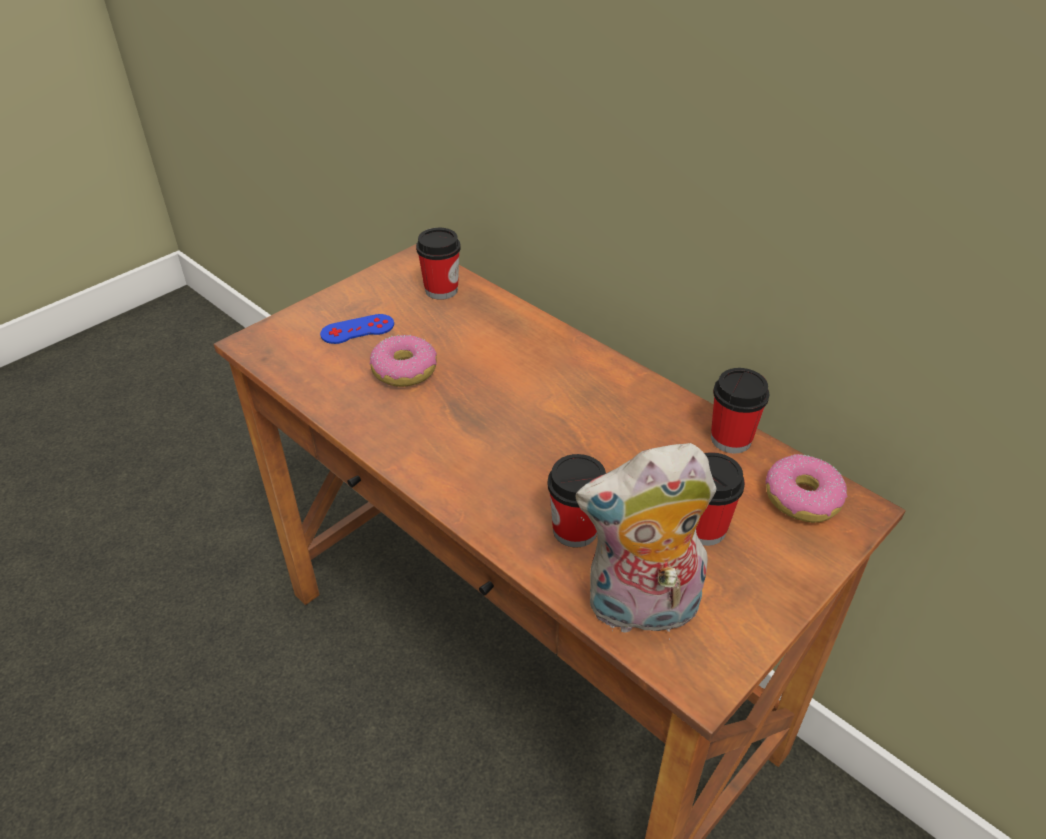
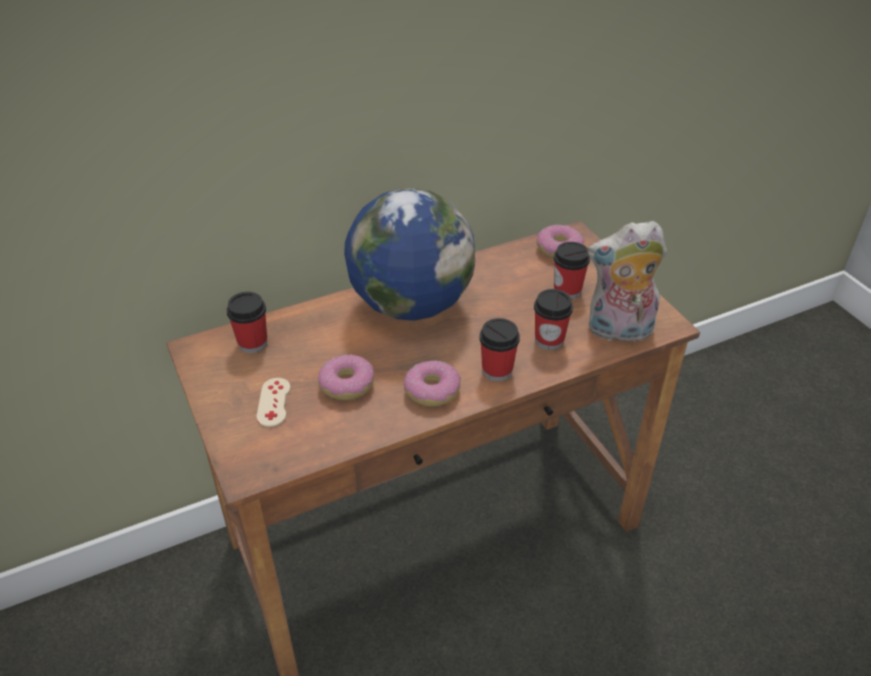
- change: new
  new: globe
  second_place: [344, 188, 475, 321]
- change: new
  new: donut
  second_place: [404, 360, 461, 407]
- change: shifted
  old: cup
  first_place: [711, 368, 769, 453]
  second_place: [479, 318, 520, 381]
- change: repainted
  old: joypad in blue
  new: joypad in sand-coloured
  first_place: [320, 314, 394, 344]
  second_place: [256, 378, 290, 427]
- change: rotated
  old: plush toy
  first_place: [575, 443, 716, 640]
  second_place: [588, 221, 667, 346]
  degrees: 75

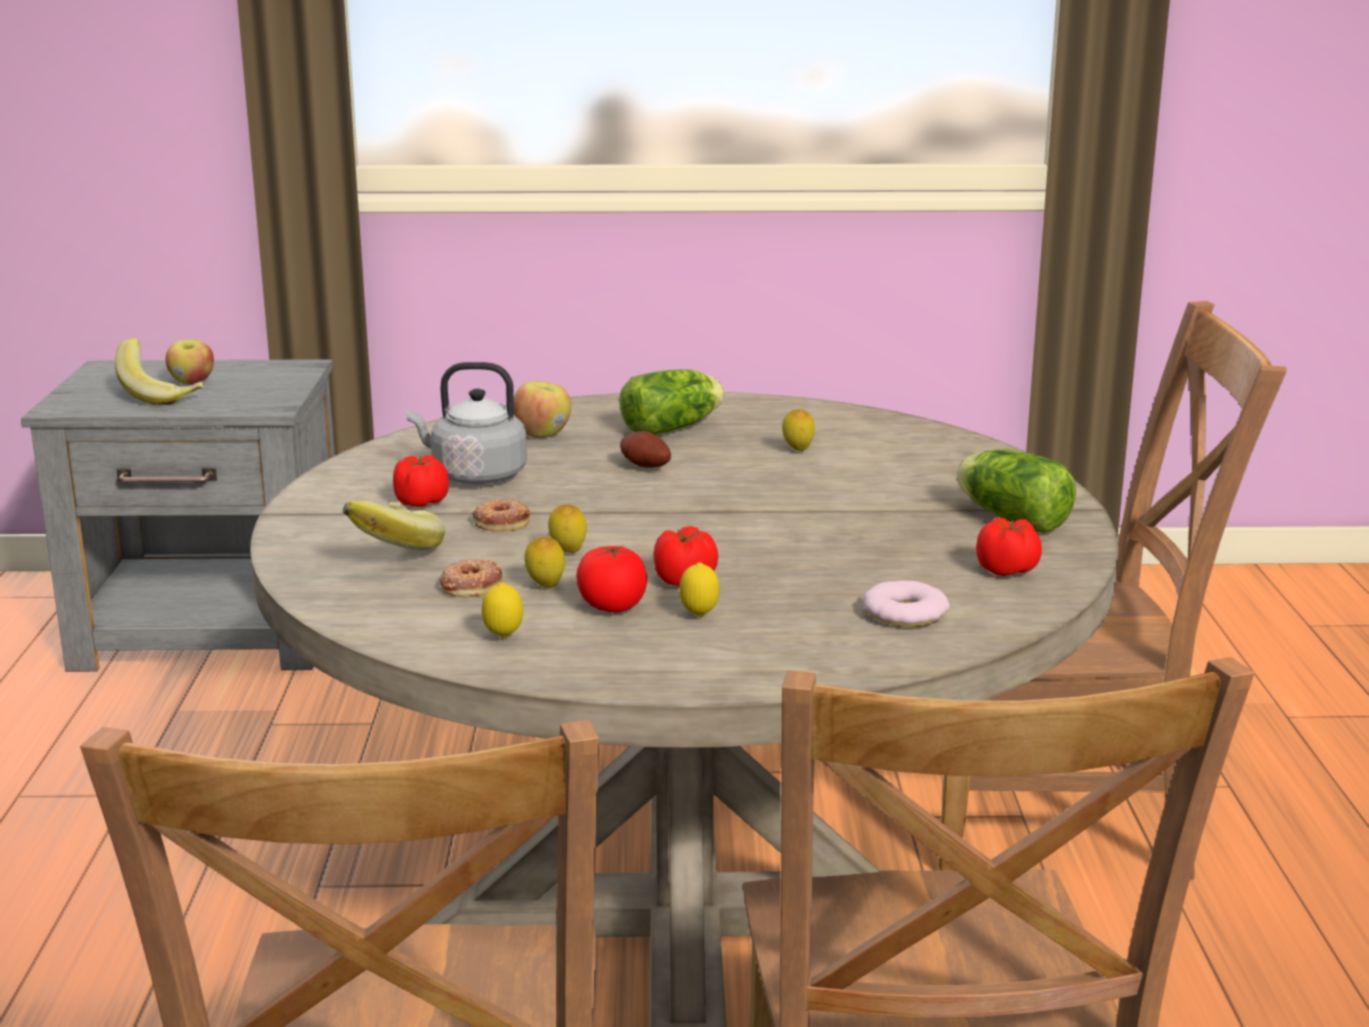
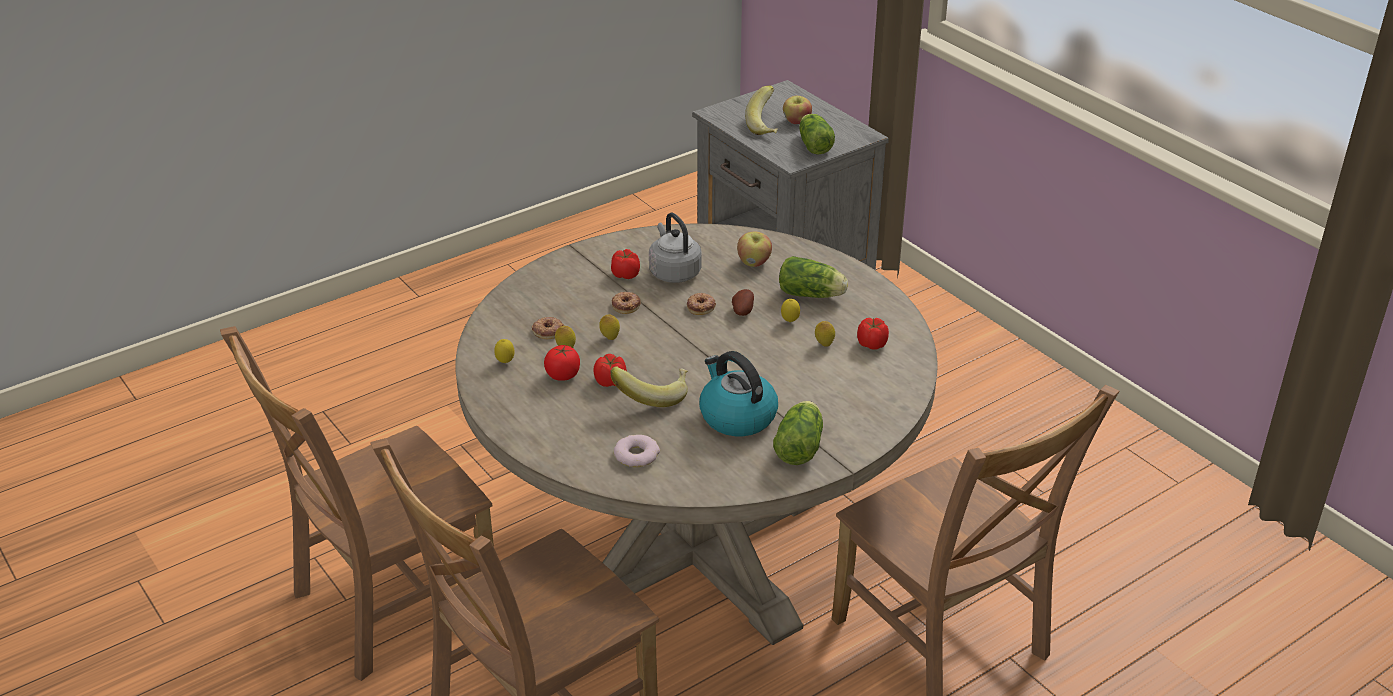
- change: new
  new: donut
  second_place: [687, 293, 716, 315]
- change: new
  new: kettle
  second_place: [699, 351, 778, 436]
- change: new
  new: lettuce head
  second_place: [799, 114, 835, 154]
- change: shifted
  old: banana
  first_place: [342, 501, 445, 550]
  second_place: [611, 366, 688, 407]
- change: shifted
  old: whole lemon
  first_place: [679, 562, 720, 617]
  second_place: [781, 299, 800, 322]
- change: shifted
  old: whole tomato
  first_place: [976, 518, 1042, 576]
  second_place: [857, 318, 889, 350]

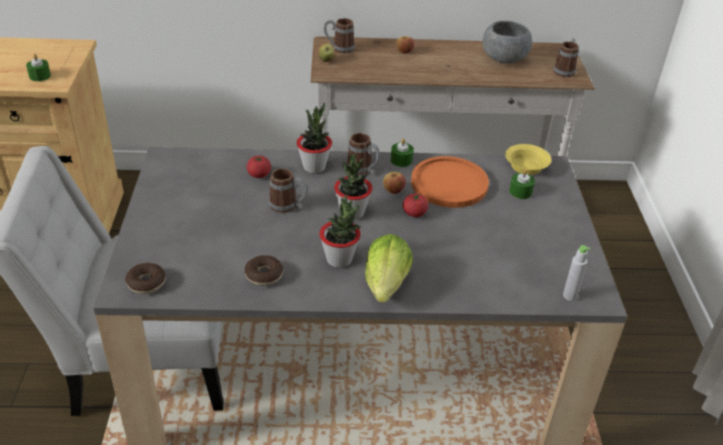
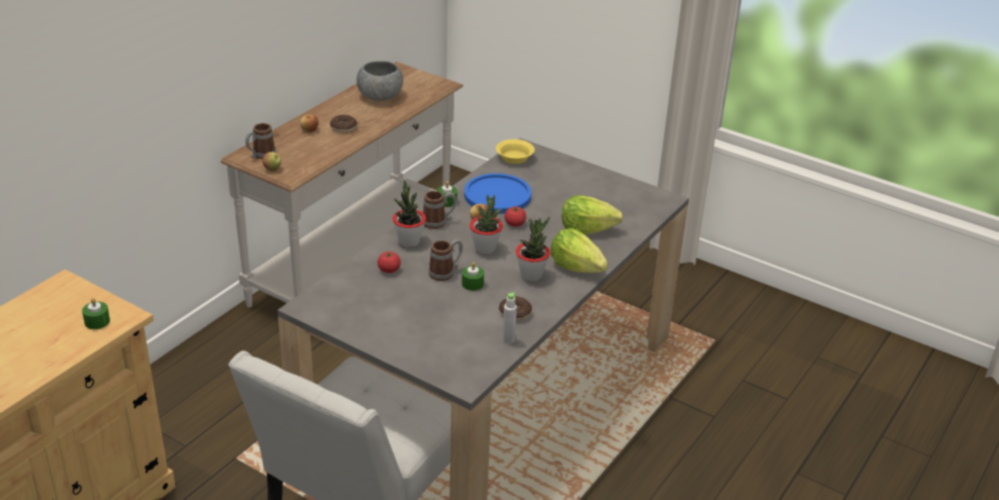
- change: gone
  old: mug
  first_place: [554, 38, 579, 77]
- change: new
  new: lettuce head
  second_place: [562, 195, 623, 234]
- change: shifted
  old: donut
  first_place: [125, 263, 166, 294]
  second_place: [330, 115, 357, 133]
- change: shifted
  old: candle in green
  first_place: [509, 169, 535, 199]
  second_place: [462, 262, 484, 291]
- change: shifted
  old: beverage bottle in grey
  first_place: [563, 245, 590, 301]
  second_place: [503, 292, 517, 344]
- change: repainted
  old: plate in orange
  new: plate in blue
  first_place: [411, 156, 489, 208]
  second_place: [464, 173, 531, 214]

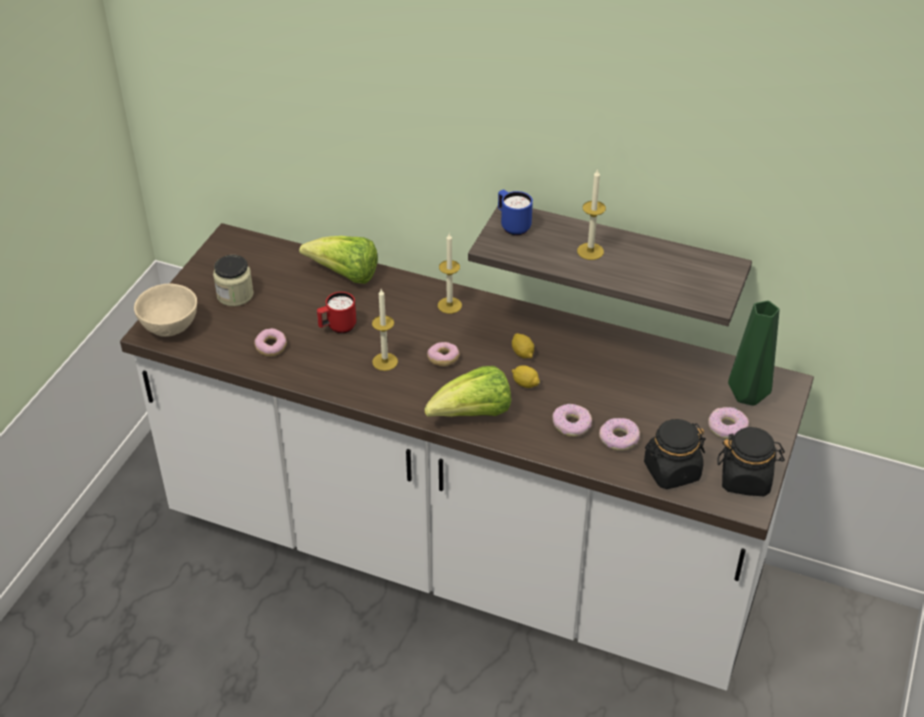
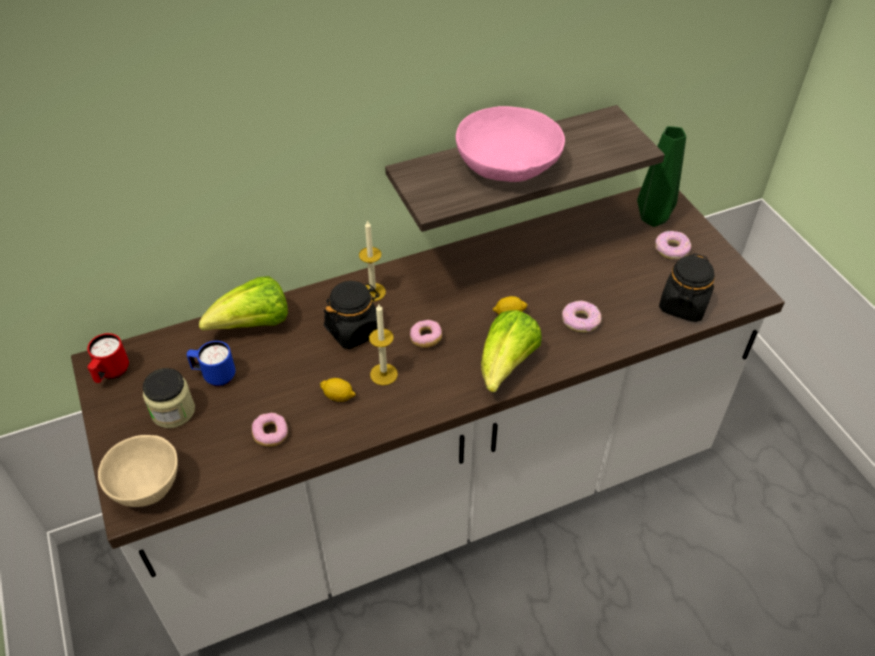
- change: gone
  old: donut
  first_place: [599, 418, 640, 451]
- change: shifted
  old: mug in red
  first_place: [317, 292, 356, 333]
  second_place: [87, 333, 129, 383]
- change: shifted
  old: mug in blue
  first_place: [498, 190, 533, 235]
  second_place: [187, 341, 235, 386]
- change: shifted
  old: whole lemon
  first_place: [512, 333, 534, 359]
  second_place: [320, 378, 356, 402]
- change: shifted
  old: storage jar in black-coloured
  first_place: [717, 427, 785, 496]
  second_place: [324, 281, 380, 349]
- change: swapped
  old: candle
  new: deep dish in pink-coloured
  first_place: [577, 169, 606, 260]
  second_place: [456, 106, 565, 182]

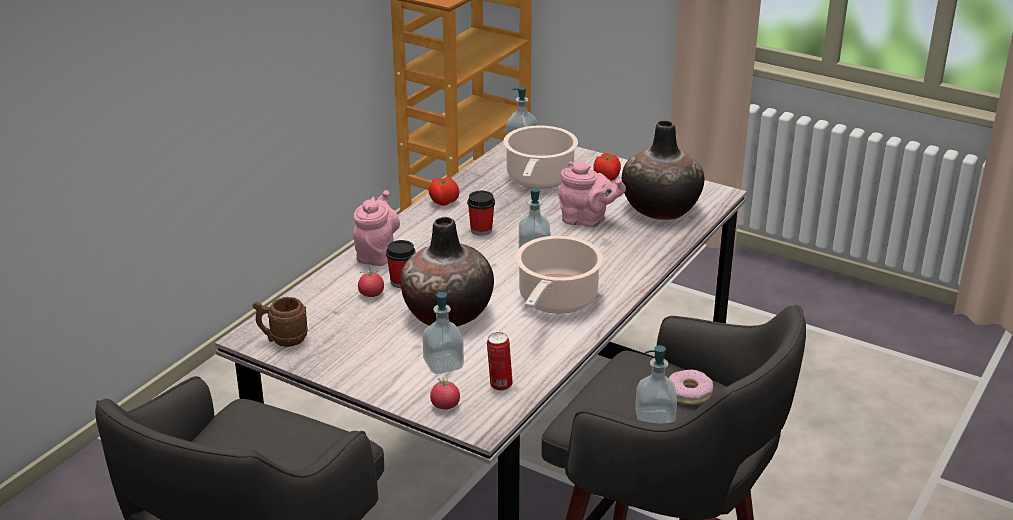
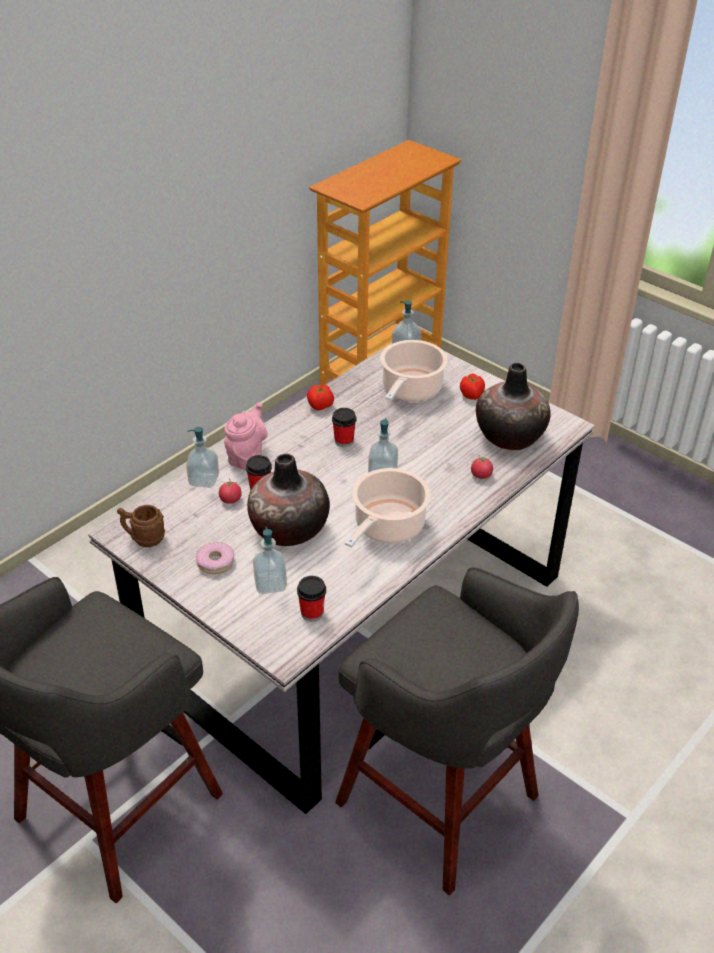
- change: gone
  old: teapot in pink-coloured
  first_place: [558, 162, 626, 227]
- change: shifted
  old: whole tomato
  first_place: [430, 377, 460, 410]
  second_place: [471, 455, 493, 479]
- change: shifted
  old: liquid soap bottle
  first_place: [635, 345, 677, 424]
  second_place: [186, 427, 219, 488]
- change: shifted
  old: donut
  first_place: [669, 369, 713, 405]
  second_place: [196, 542, 234, 574]
- change: swapped
  old: can
  new: cup
  first_place: [487, 332, 513, 391]
  second_place: [297, 576, 326, 622]

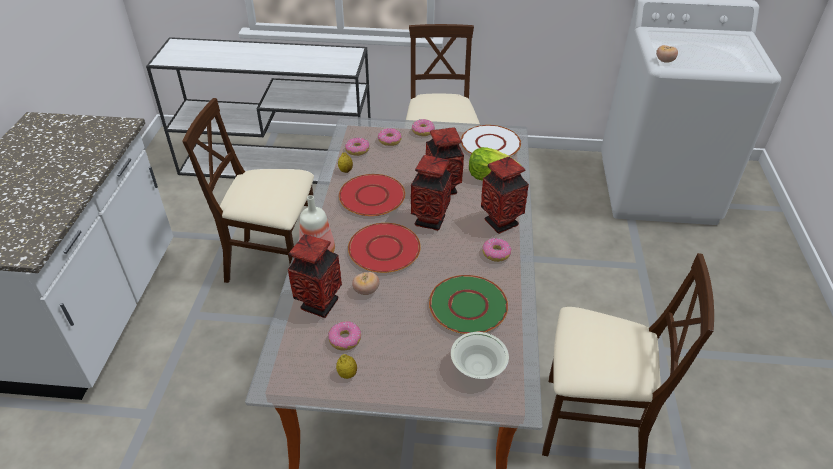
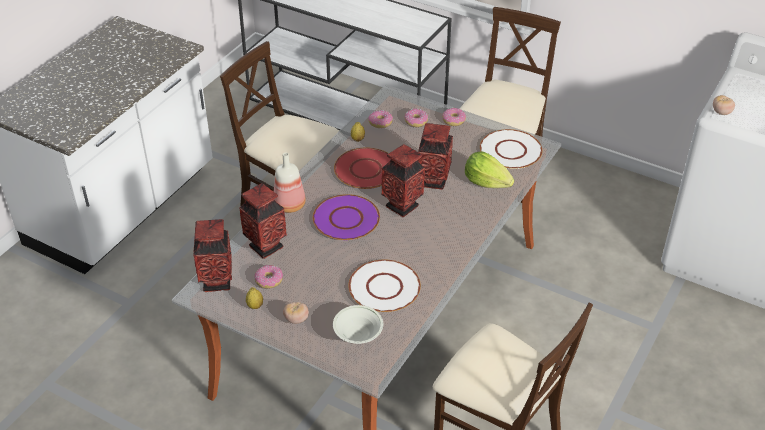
- change: gone
  old: donut
  first_place: [483, 238, 511, 262]
- change: shifted
  old: whole tomato
  first_place: [352, 272, 379, 295]
  second_place: [283, 302, 309, 324]
- change: shifted
  old: vase
  first_place: [481, 157, 529, 234]
  second_place: [193, 219, 232, 292]
- change: repainted
  old: plate in red
  new: plate in purple-coloured
  first_place: [348, 223, 421, 273]
  second_place: [313, 194, 380, 240]
- change: repainted
  old: plate in green
  new: plate in white
  first_place: [429, 275, 508, 334]
  second_place: [348, 260, 421, 312]

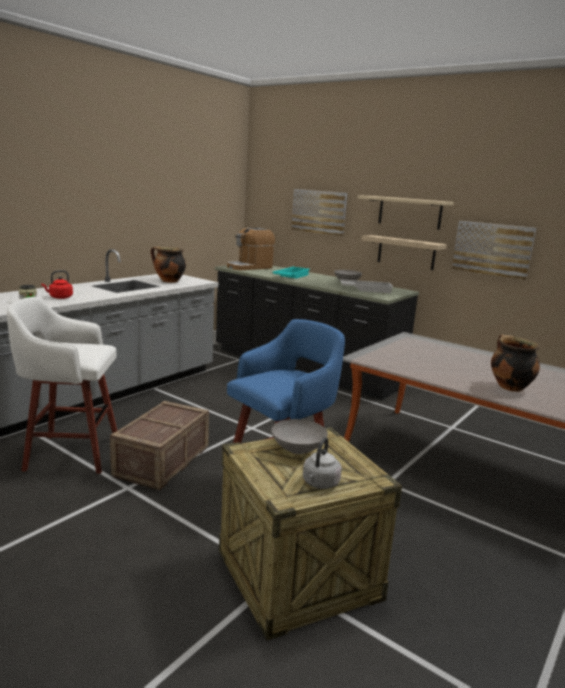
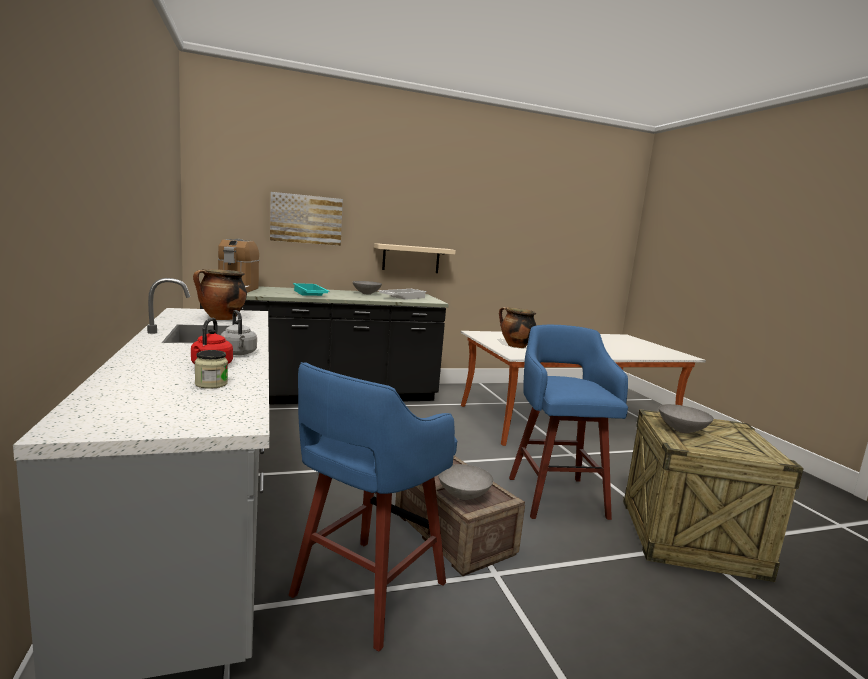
- change: gone
  old: bracket shelf in sand-coloured
  first_place: [358, 195, 454, 230]
- change: gone
  old: wall art
  first_place: [452, 221, 536, 280]
- change: new
  new: deep dish in grey
  second_place: [438, 464, 493, 500]
- change: shifted
  old: kettle in grey
  first_place: [303, 437, 342, 489]
  second_place: [220, 310, 257, 355]
- change: shifted
  old: stockpot
  first_place: [491, 335, 540, 392]
  second_place: [499, 307, 536, 348]
- change: repainted
  old: sitting stool in white
  new: sitting stool in blue
  first_place: [7, 297, 117, 474]
  second_place: [289, 362, 457, 652]

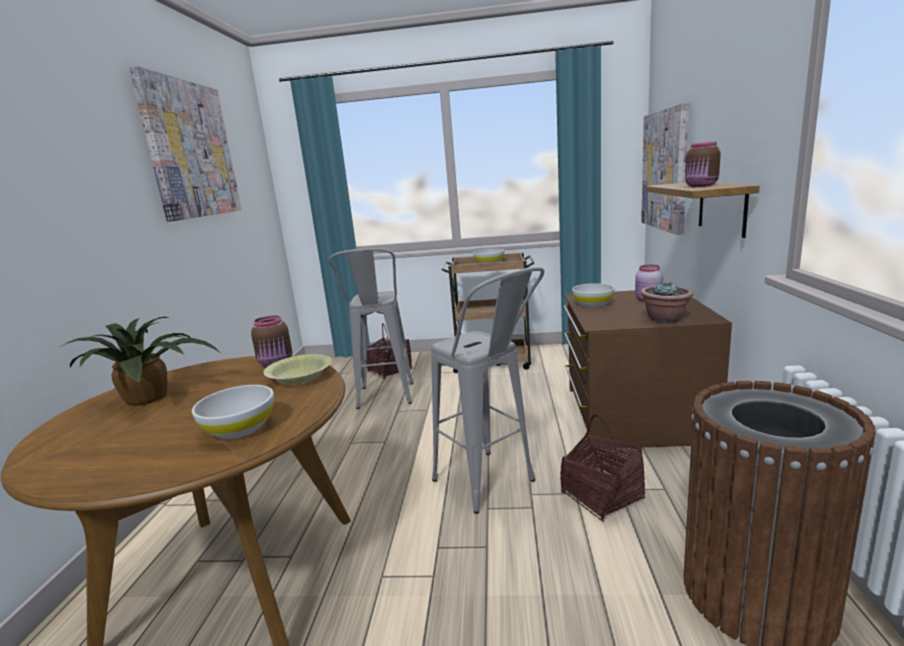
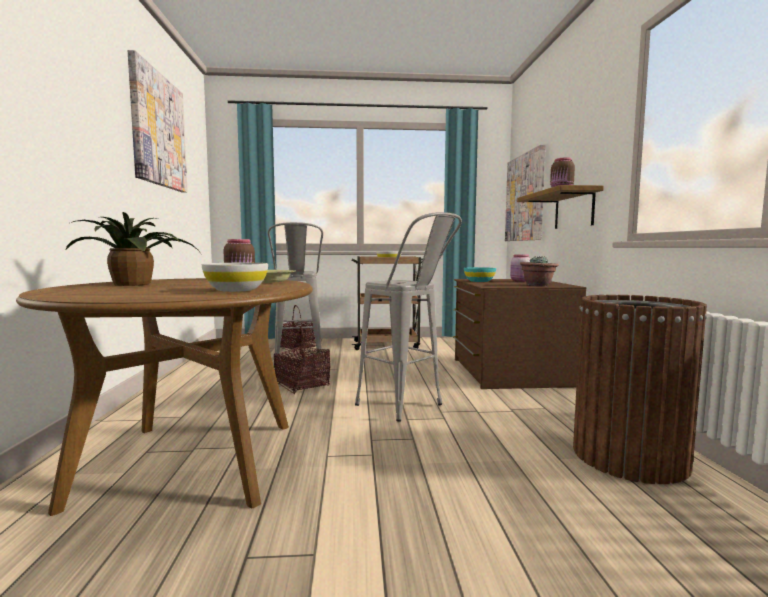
- change: shifted
  old: basket
  first_place: [560, 415, 645, 522]
  second_place: [274, 327, 330, 394]
- change: repainted
  old: deep dish in white
  new: deep dish in turquoise-coloured
  first_place: [572, 283, 615, 307]
  second_place: [464, 267, 496, 282]

